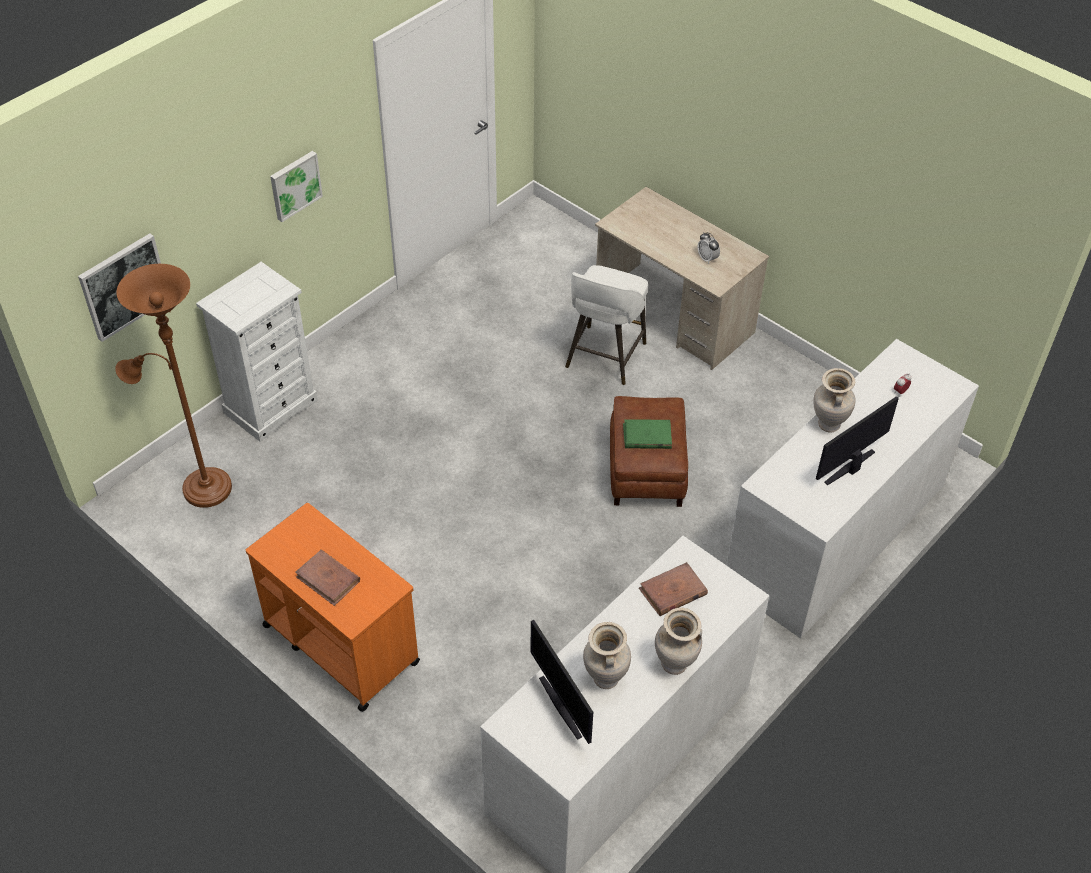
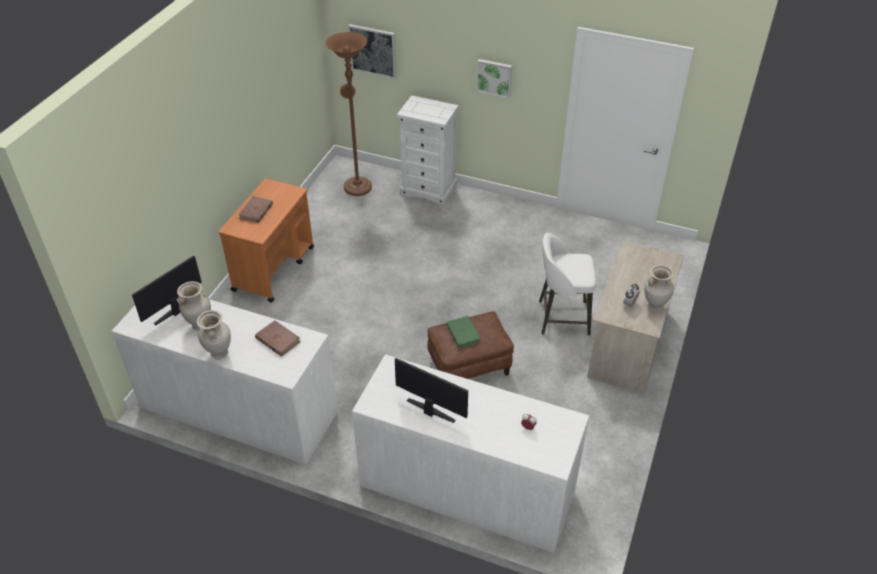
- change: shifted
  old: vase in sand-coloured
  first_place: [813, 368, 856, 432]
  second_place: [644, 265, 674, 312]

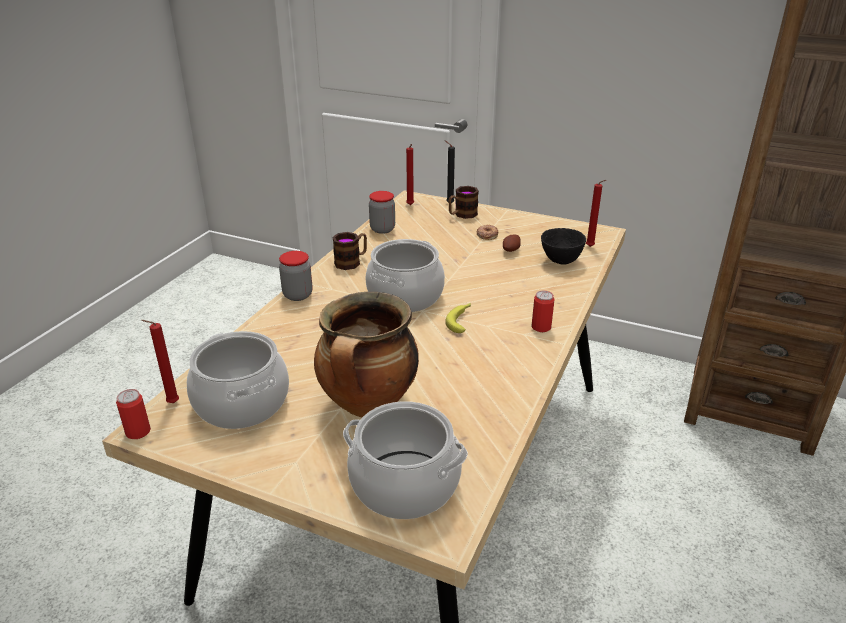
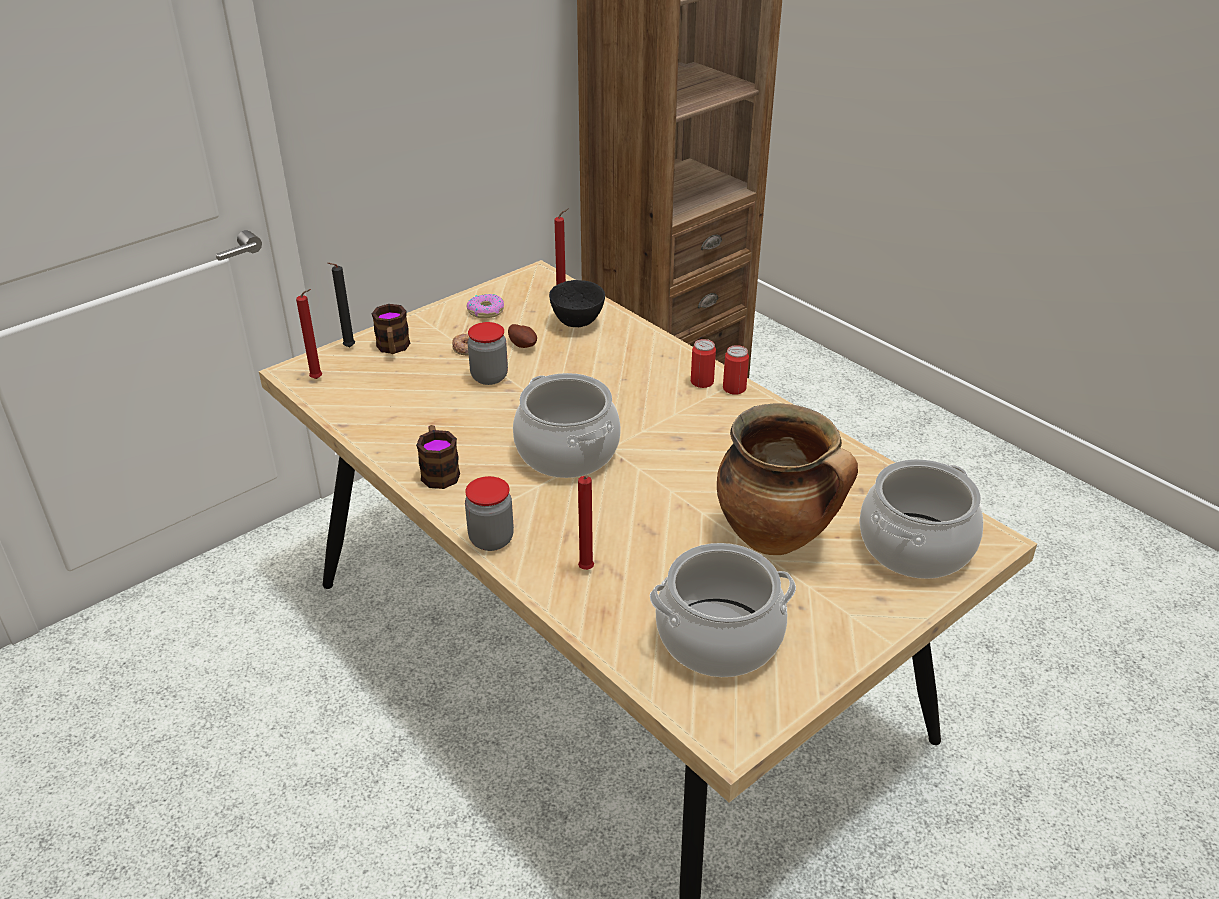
- change: gone
  old: banana
  first_place: [445, 303, 471, 333]
- change: new
  new: donut
  second_place: [467, 294, 504, 318]
- change: shifted
  old: can
  first_place: [116, 389, 151, 439]
  second_place: [723, 345, 749, 395]
- change: shifted
  old: candle in red
  first_place: [141, 320, 179, 403]
  second_place: [578, 475, 594, 570]
- change: shifted
  old: storage jar
  first_place: [369, 191, 395, 234]
  second_place: [468, 322, 508, 385]

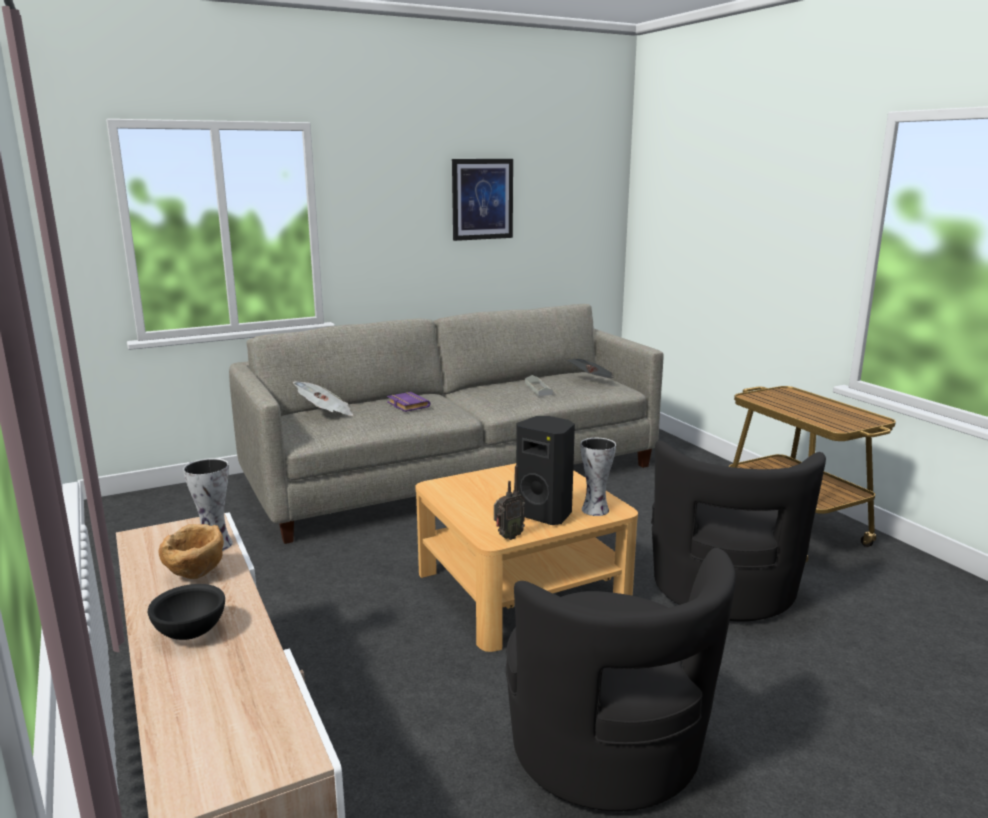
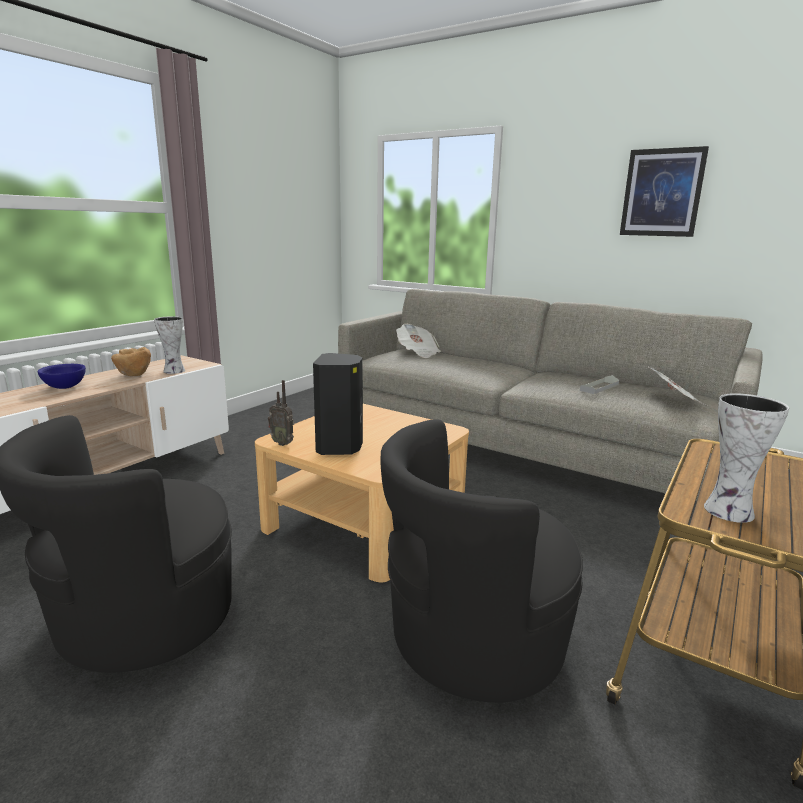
- change: gone
  old: bound book in purple-coloured
  first_place: [387, 392, 430, 412]
- change: shifted
  old: vase
  first_place: [580, 438, 616, 516]
  second_place: [704, 393, 789, 523]
- change: repainted
  old: deep dish in black-coloured
  new: deep dish in blue
  first_place: [148, 584, 225, 640]
  second_place: [38, 364, 86, 389]

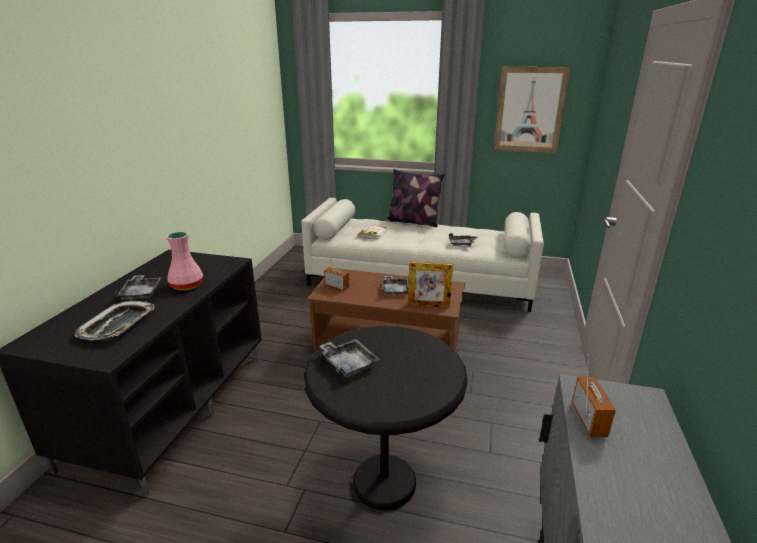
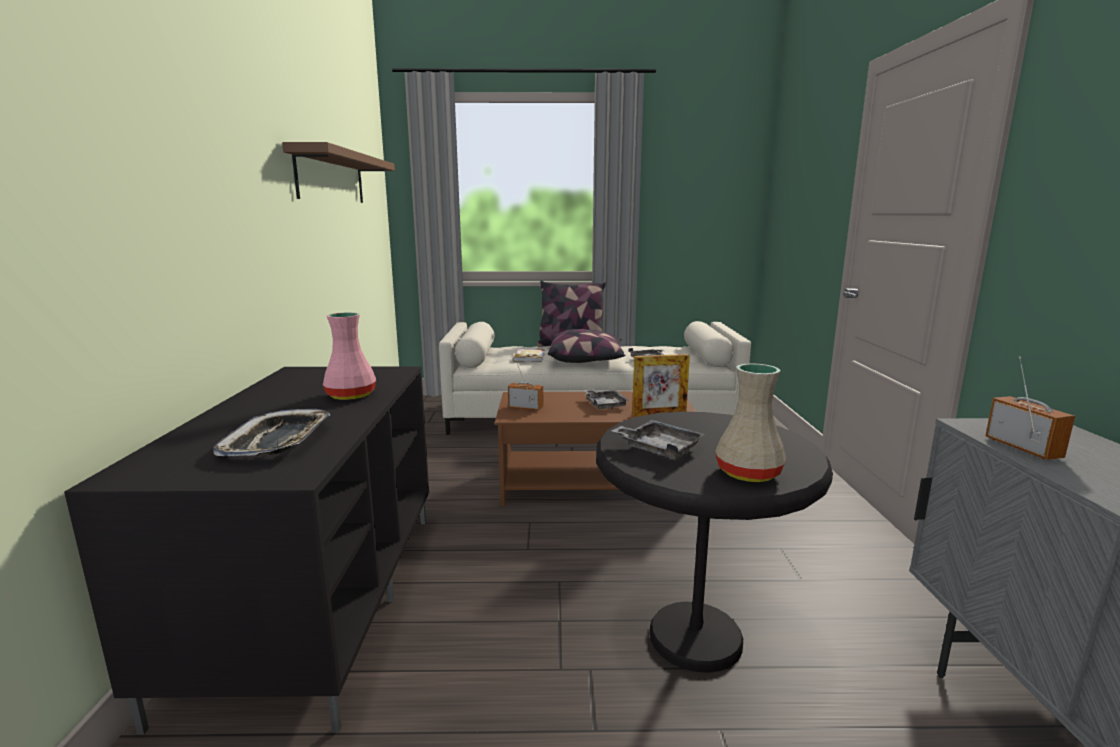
- change: gone
  old: serving tray in grey
  first_place: [115, 275, 162, 301]
- change: gone
  old: wall art
  first_place: [494, 67, 570, 153]
- change: new
  new: bracket shelf in brownish
  second_place: [282, 142, 395, 203]
- change: new
  new: cushion
  second_place: [548, 329, 625, 363]
- change: new
  new: vase in sand-coloured
  second_place: [715, 363, 786, 482]

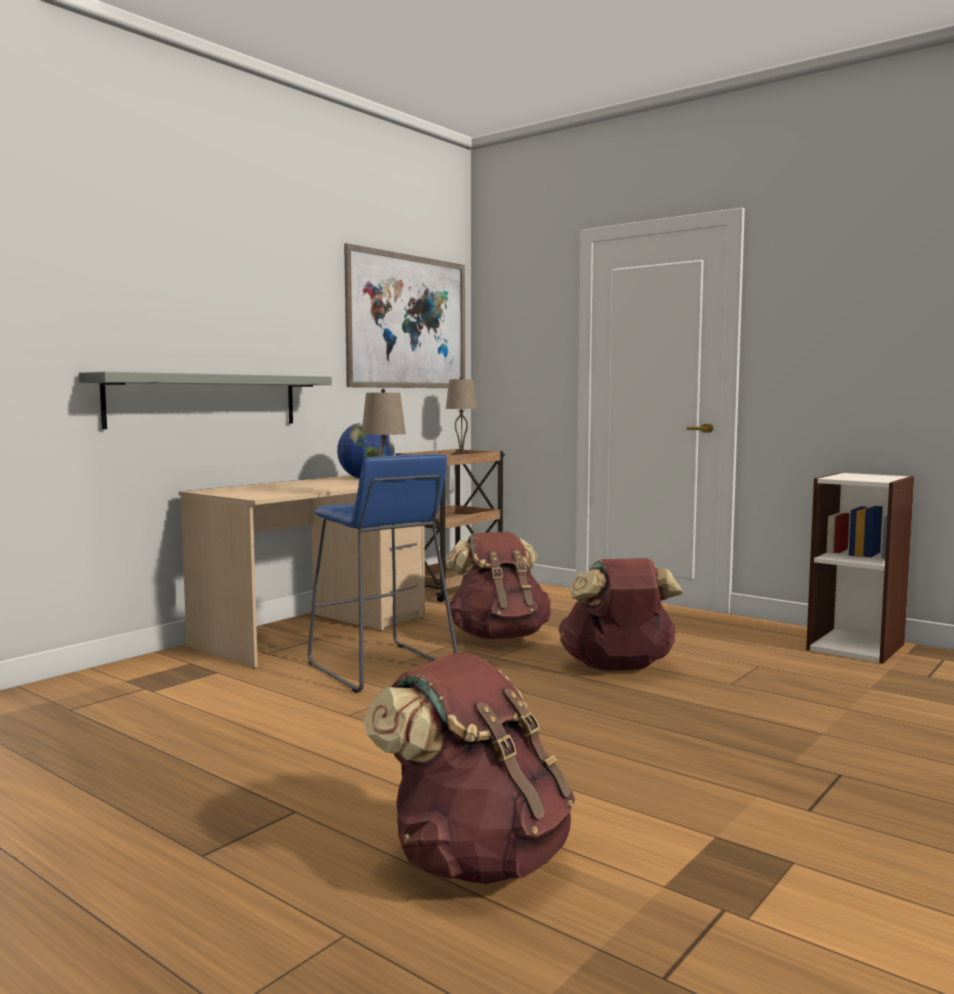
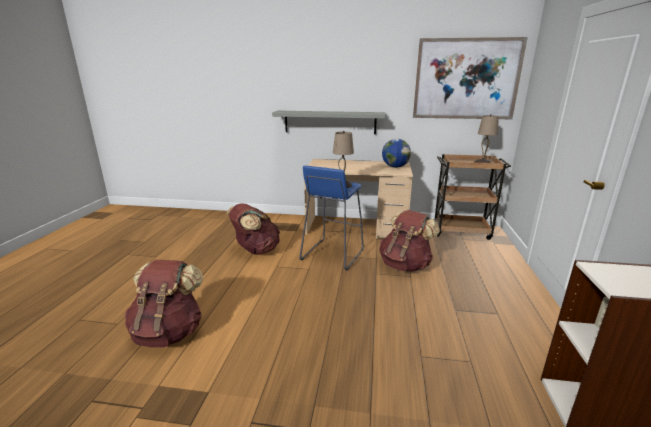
- change: shifted
  old: knapsack in brownish
  first_place: [558, 558, 683, 671]
  second_place: [227, 204, 280, 255]

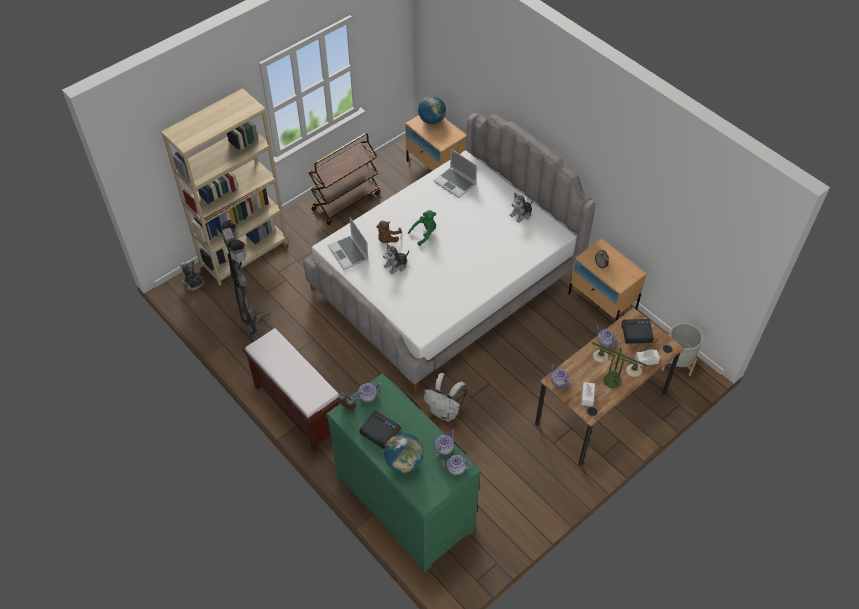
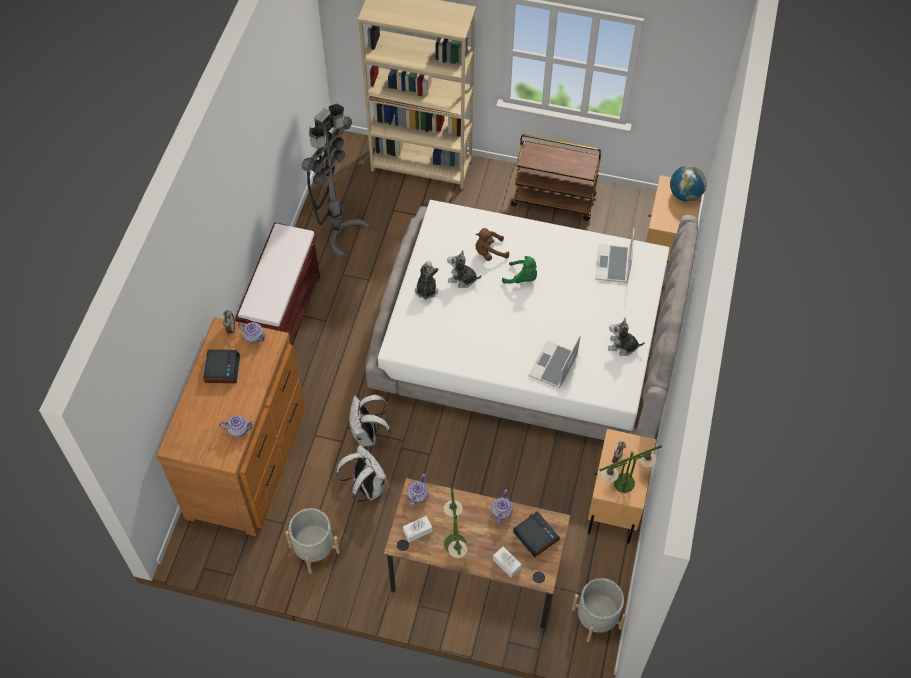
- change: gone
  old: globe
  first_place: [384, 433, 423, 473]
- change: gone
  old: teapot
  first_place: [440, 455, 473, 476]
- change: new
  new: planter in grey
  second_place: [285, 508, 340, 574]
- change: new
  new: knapsack in white
  second_place: [336, 445, 388, 502]
- change: new
  new: lamp for a table
  second_place: [599, 445, 662, 493]
- change: shifted
  old: plush toy
  first_place: [180, 260, 203, 290]
  second_place: [415, 261, 439, 300]
- change: shifted
  old: laptop
  first_place: [328, 217, 369, 270]
  second_place: [528, 335, 581, 389]
- change: repainted
  old: chest of drawers in green
  new: chest of drawers in brownish
  first_place: [326, 373, 481, 572]
  second_place: [156, 317, 305, 536]

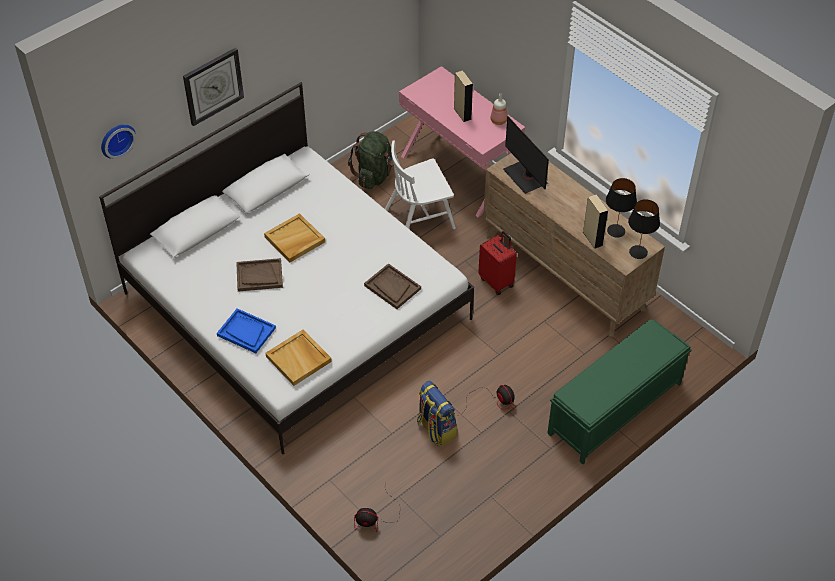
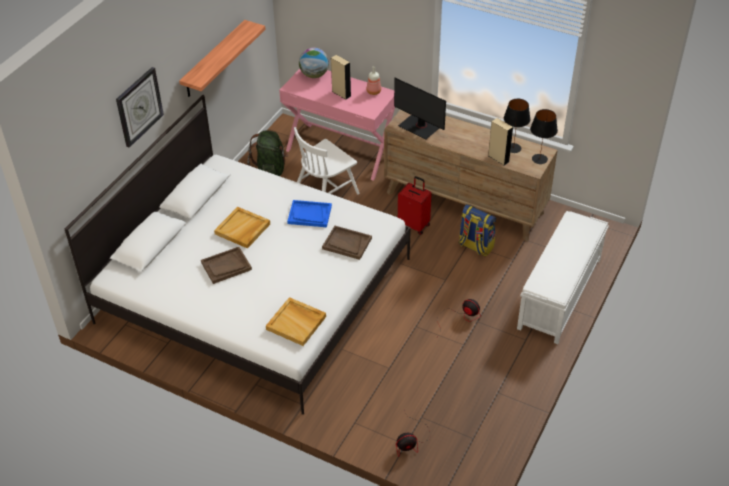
- change: gone
  old: clock on the wall
  first_place: [101, 124, 136, 159]
- change: new
  new: bracket shelf
  second_place: [179, 20, 266, 97]
- change: new
  new: globe
  second_place: [299, 48, 329, 78]
- change: shifted
  old: serving tray in blue
  first_place: [217, 308, 276, 353]
  second_place: [287, 200, 332, 227]
- change: shifted
  old: knapsack
  first_place: [417, 381, 457, 446]
  second_place: [458, 204, 496, 257]
- change: repainted
  old: bench in green
  new: bench in white
  first_place: [547, 319, 691, 464]
  second_place: [517, 211, 609, 344]

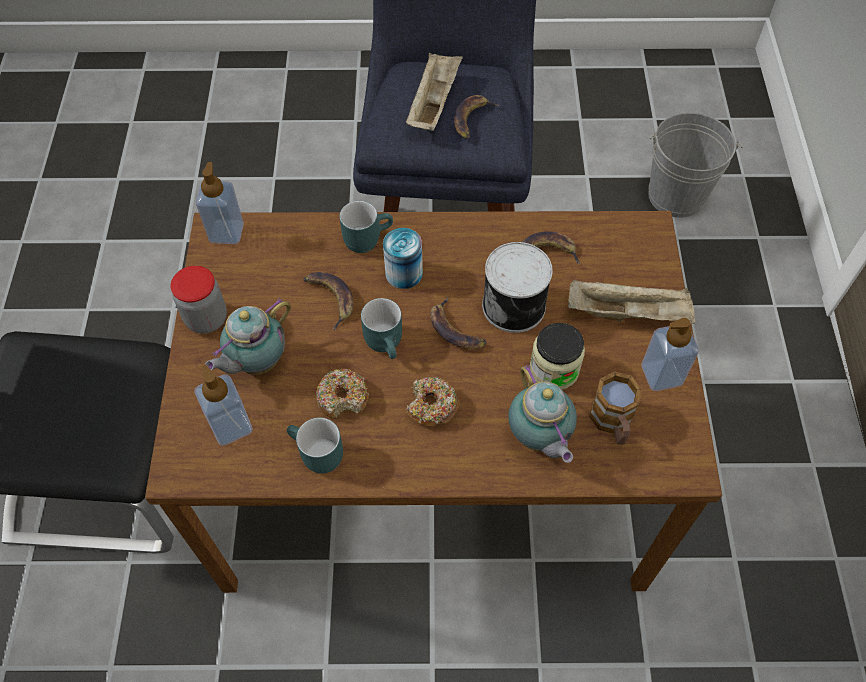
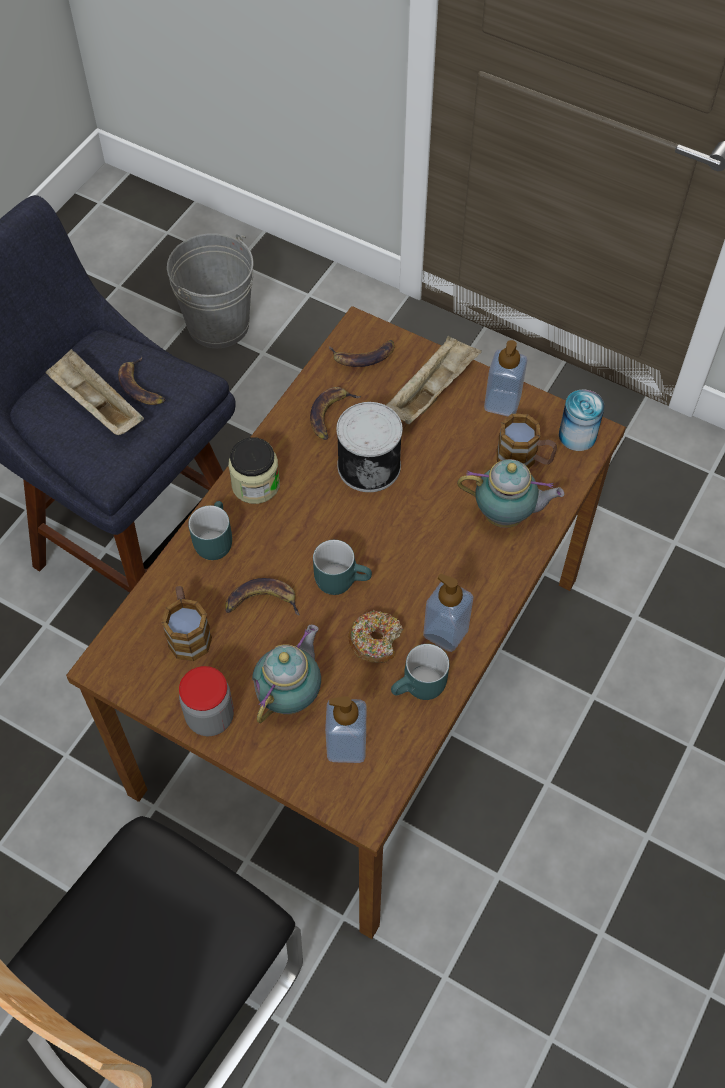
- change: gone
  old: donut
  first_place: [406, 377, 460, 426]
- change: new
  new: mug
  second_place: [161, 586, 212, 661]
- change: shifted
  old: liquid soap bottle
  first_place: [196, 162, 244, 244]
  second_place: [423, 574, 474, 652]
- change: shifted
  old: can
  first_place: [383, 228, 423, 289]
  second_place: [559, 389, 605, 451]
- change: shifted
  old: banana
  first_place: [430, 297, 487, 349]
  second_place: [329, 340, 394, 367]
- change: shifted
  old: storage jar
  first_place: [530, 323, 585, 389]
  second_place: [228, 437, 280, 504]
- change: rotated
  old: teapot
  first_place: [205, 298, 291, 375]
  second_place: [252, 625, 321, 723]
  degrees: -135

